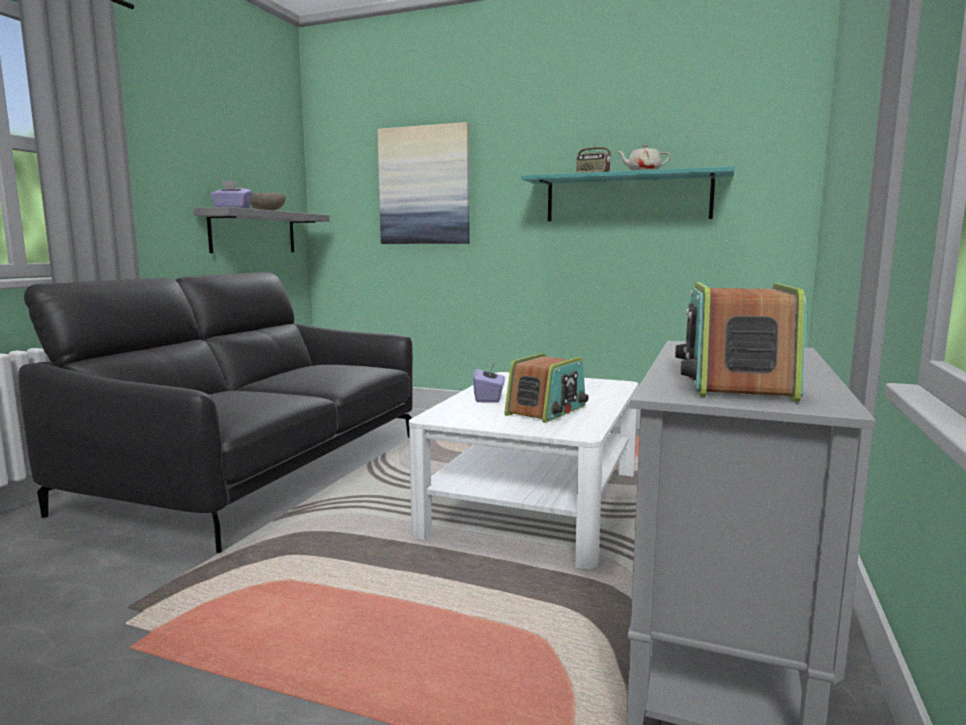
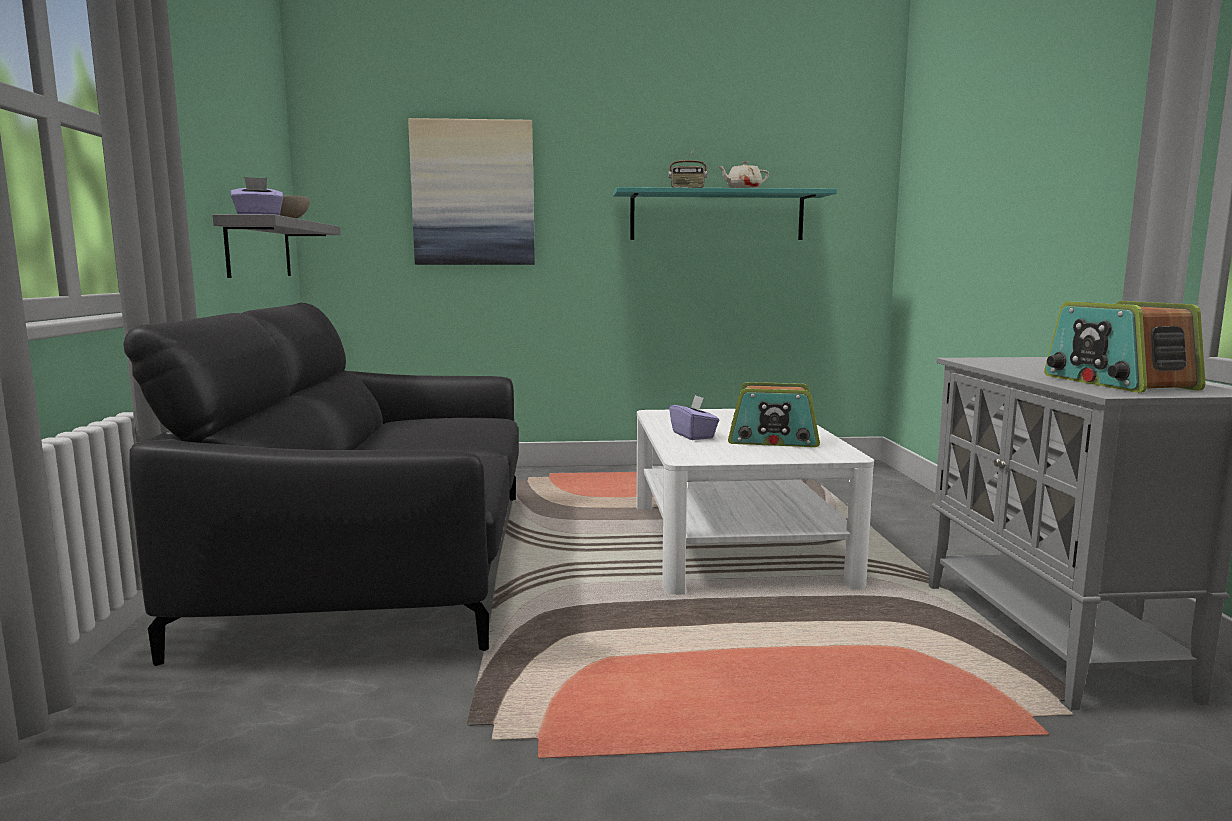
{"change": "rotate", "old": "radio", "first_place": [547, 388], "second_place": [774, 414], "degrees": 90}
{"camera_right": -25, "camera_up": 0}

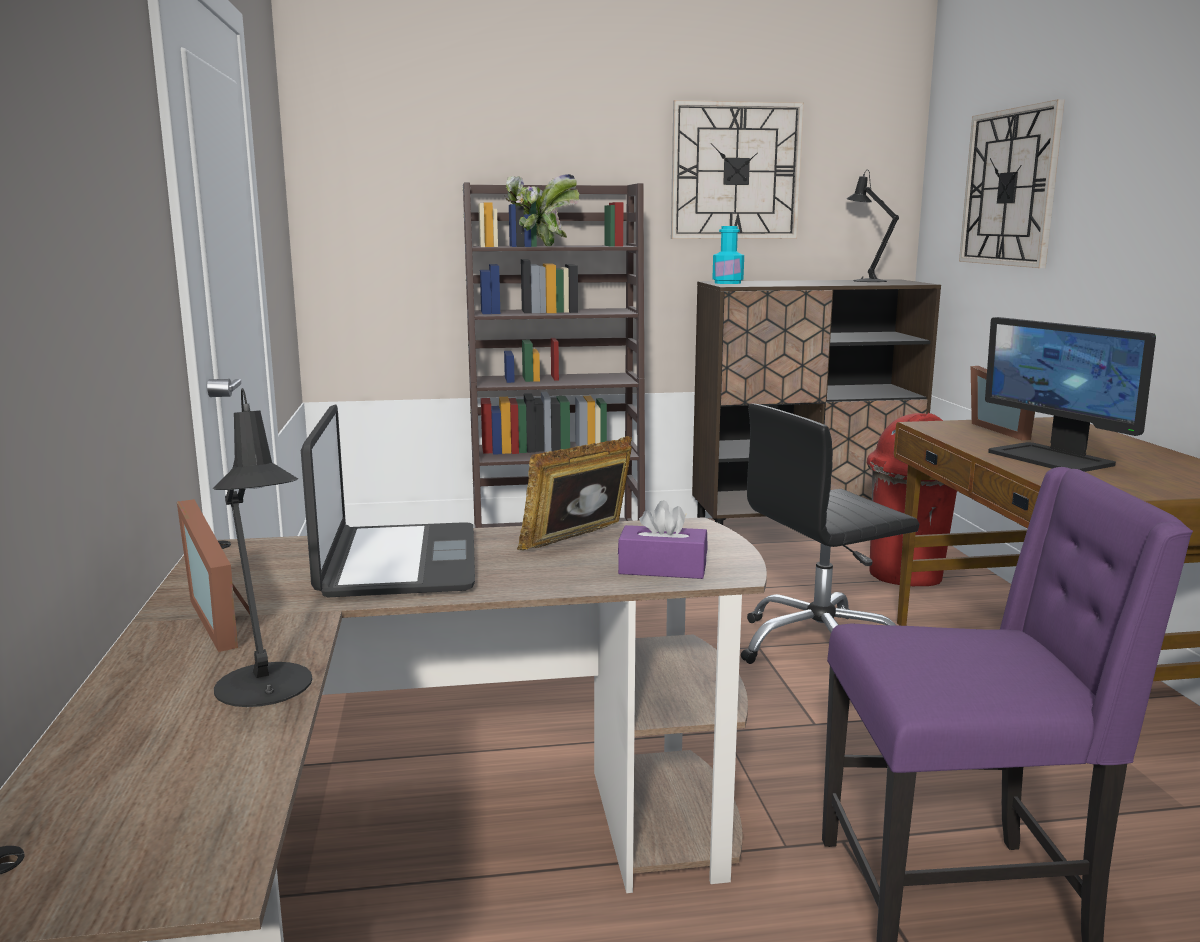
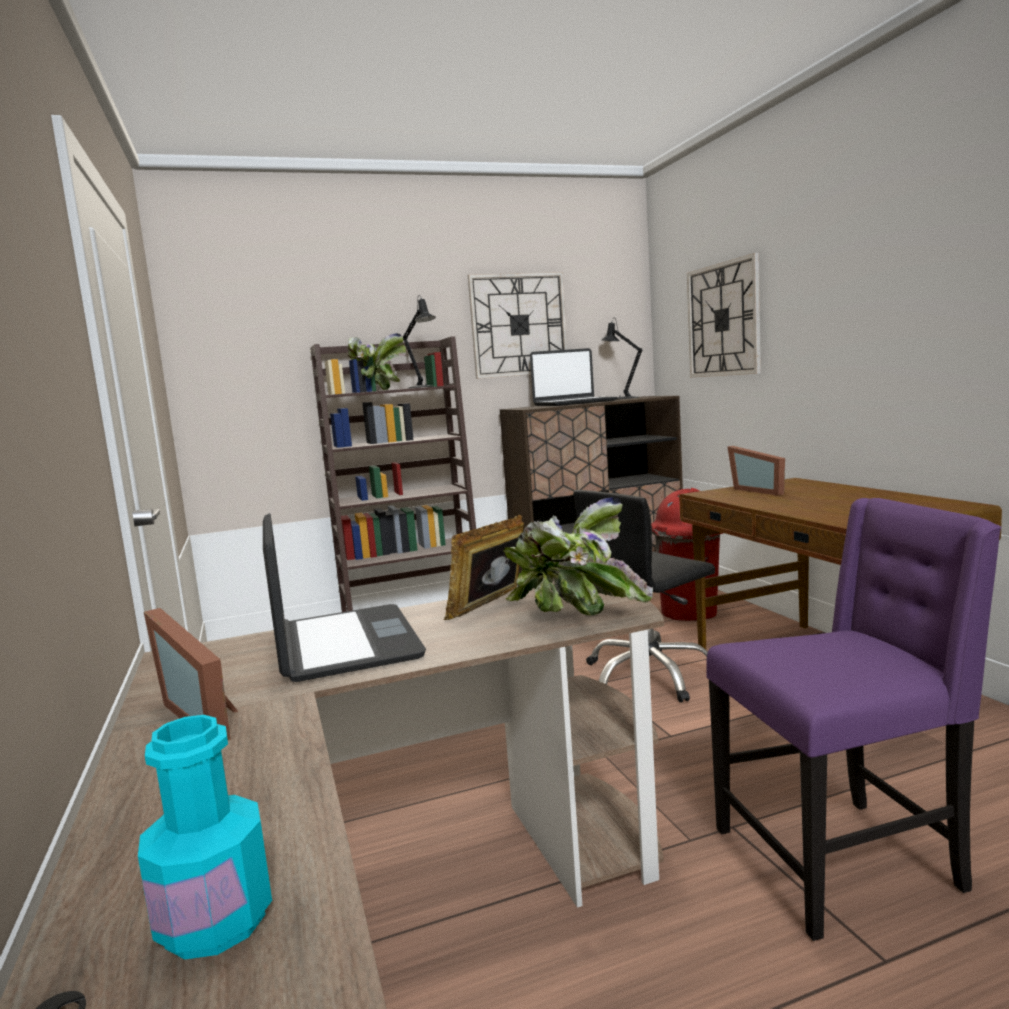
{"change": "move", "old": "bottle/turquoise", "first_place": [728, 255], "second_place": [205, 837]}
{"change": "move", "old": "table lamp/black", "first_place": [262, 547], "second_place": [419, 341]}
{"change": "replace", "old": "tissue box/purple", "new": "potted plant", "first_place": [663, 539], "second_place": [578, 556]}
{"change": "insert", "new": "laptop", "second_place": [574, 377]}
{"change": "delete", "old": "monitor", "first_place": [1070, 394]}
{"camera_right": -10, "camera_up": -5}

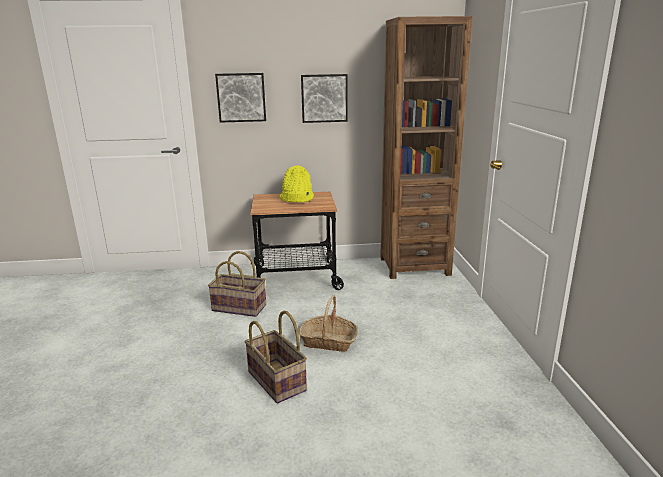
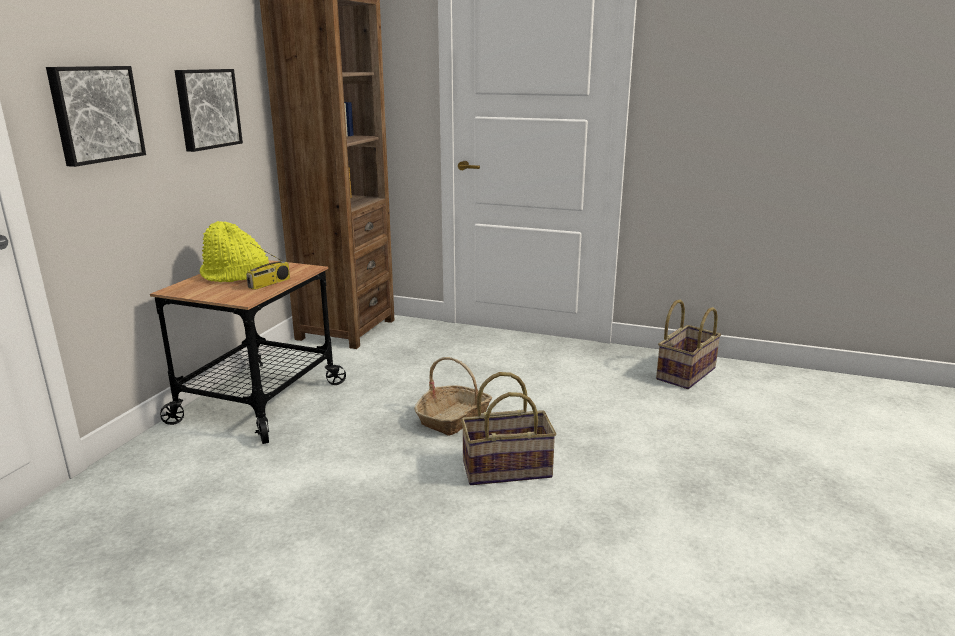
{"change": "insert", "new": "radio", "second_place": [268, 266]}
{"change": "move", "old": "basket", "first_place": [237, 284], "second_place": [688, 344]}
{"camera_right": -65, "camera_up": 0}

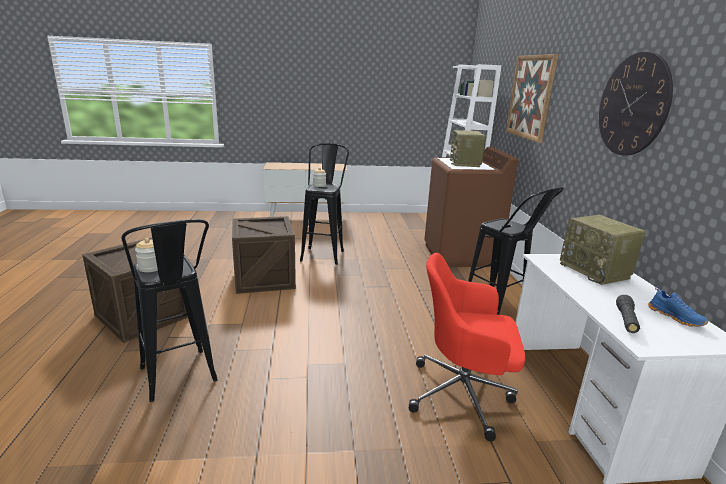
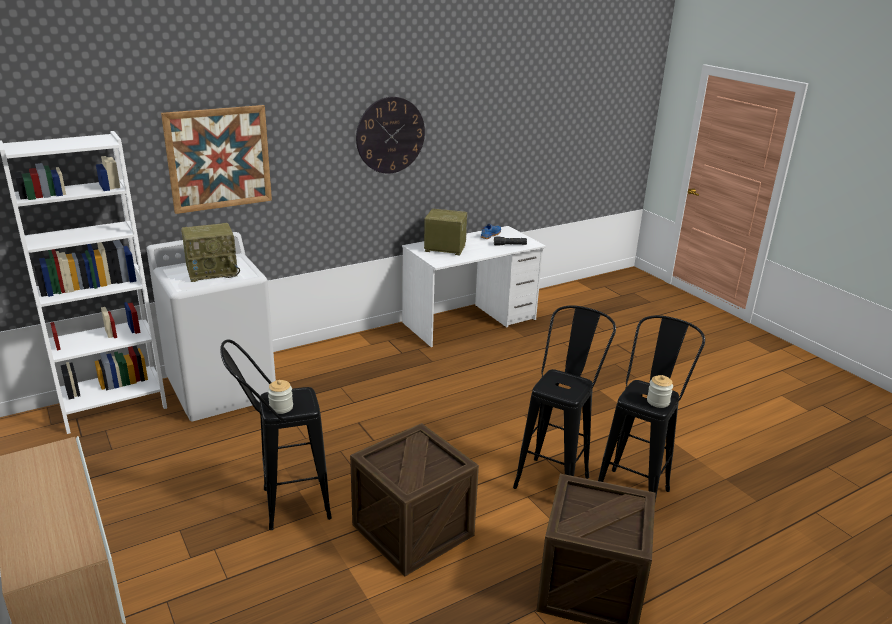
{"change": "recolor", "old": "washing machine/brown", "new": "washing machine/white", "first_place": [471, 207], "second_place": [211, 326]}
{"change": "rotate", "old": "radio", "first_place": [603, 250], "second_place": [445, 231], "degrees": -120}
{"change": "move", "old": "stool/black", "first_place": [516, 251], "second_place": [564, 397]}
{"change": "delete", "old": "office chair/red", "first_place": [467, 347]}
{"camera_right": -115, "camera_up": 5}

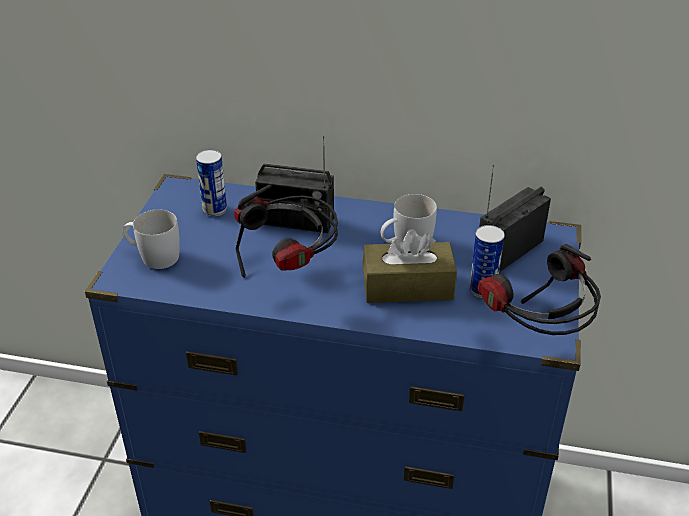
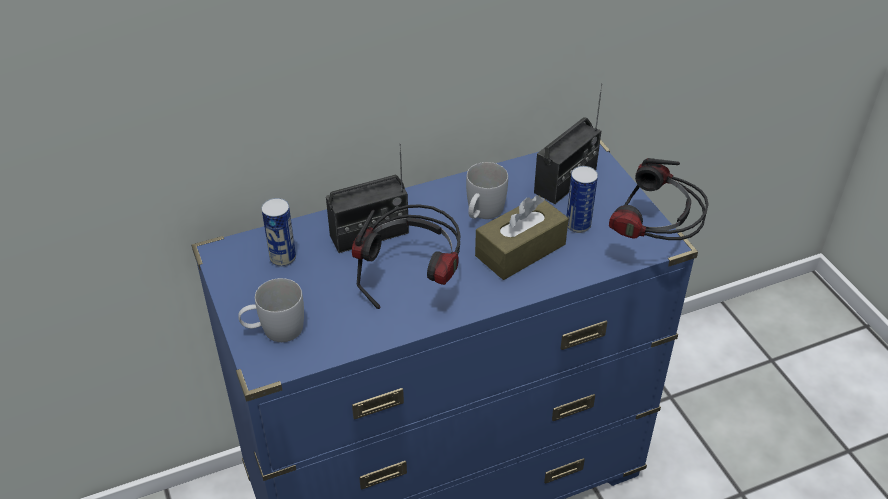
{"change": "rotate", "old": "radio", "first_place": [515, 218], "second_place": [568, 143], "degrees": -150}
{"camera_right": -35, "camera_up": 5}

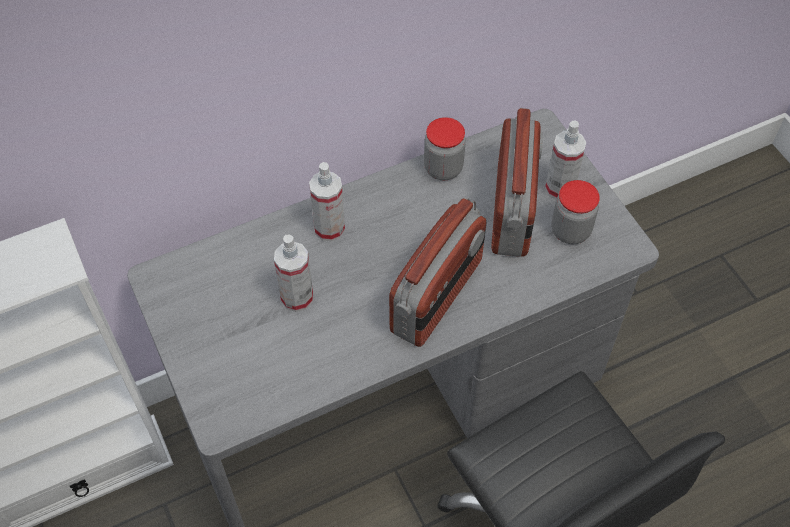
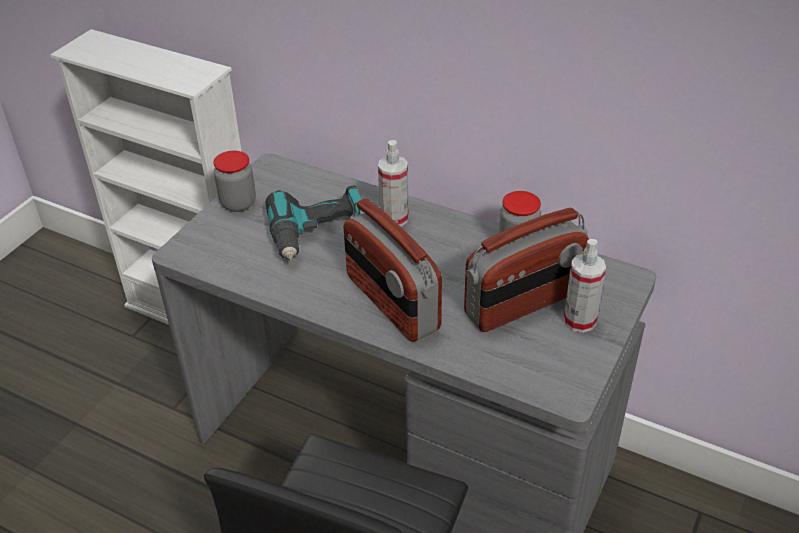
{"change": "move", "old": "jar", "first_place": [575, 212], "second_place": [234, 181]}
{"change": "replace", "old": "spray bottle", "new": "power drill", "first_place": [293, 273], "second_place": [313, 223]}
{"change": "rotate", "old": "radio", "first_place": [438, 272], "second_place": [392, 270], "degrees": 60}
{"camera_right": 55, "camera_up": -15}

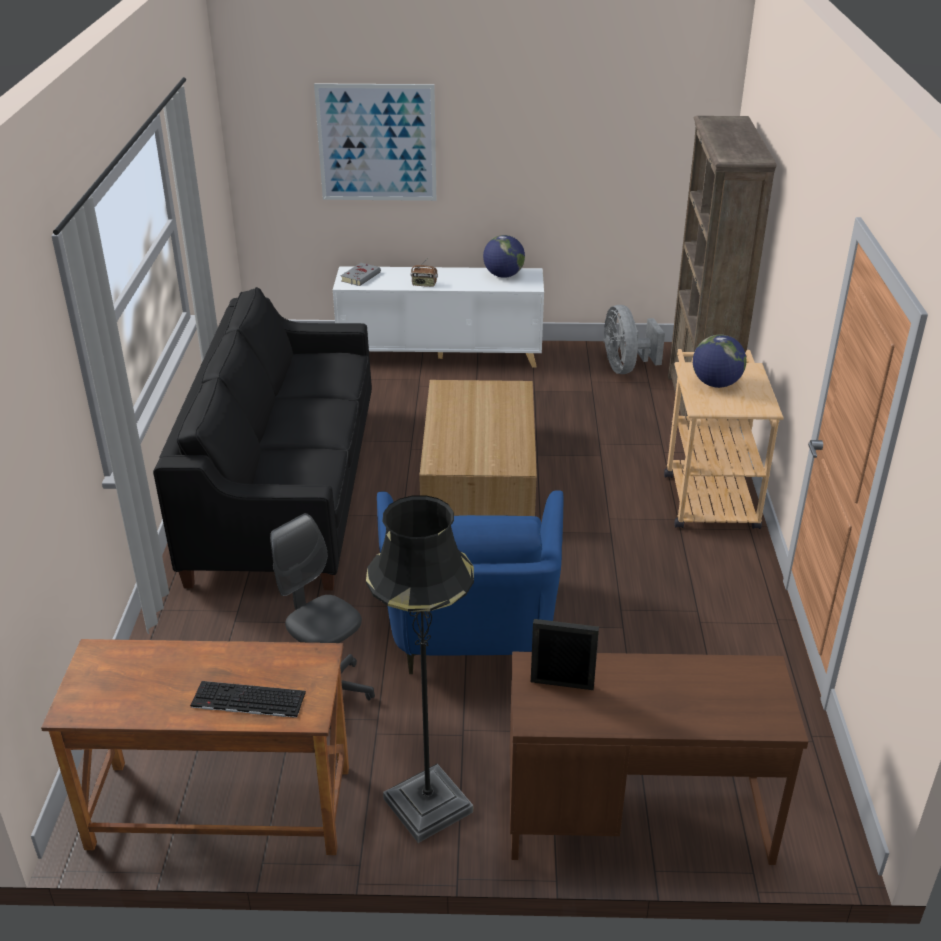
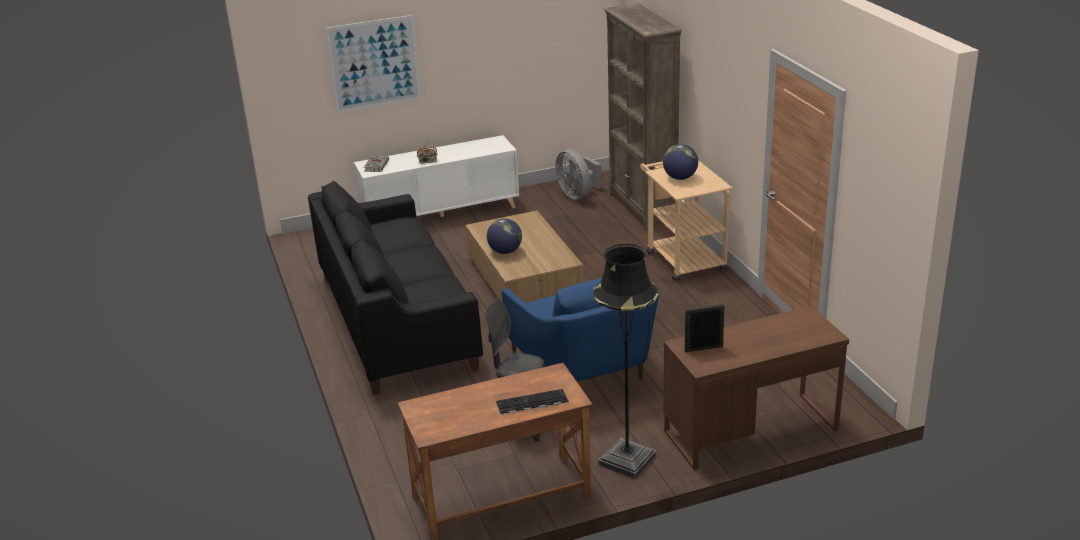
{"change": "move", "old": "globe", "first_place": [504, 256], "second_place": [504, 236]}
{"camera_right": -20, "camera_up": -5}

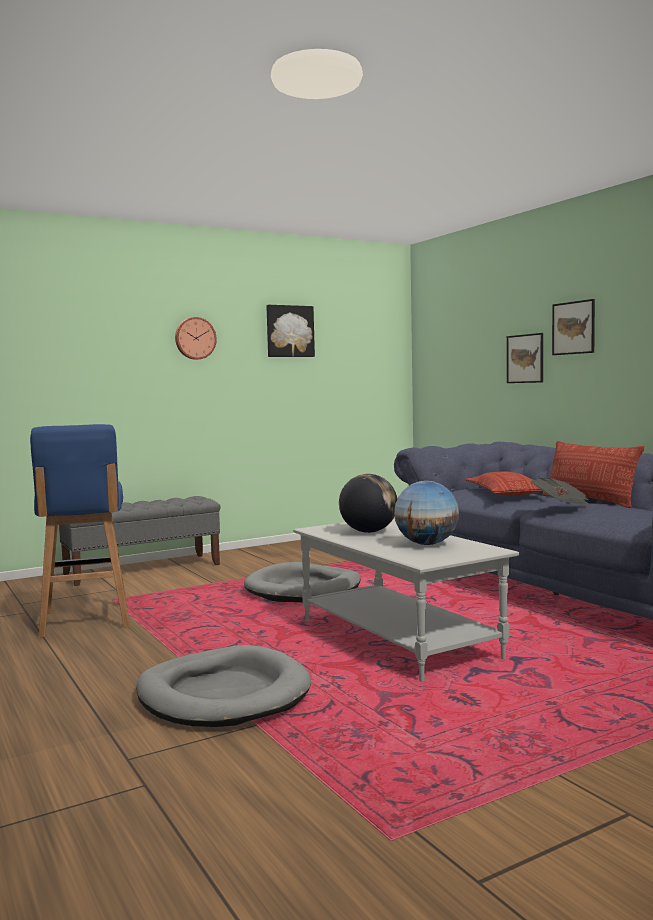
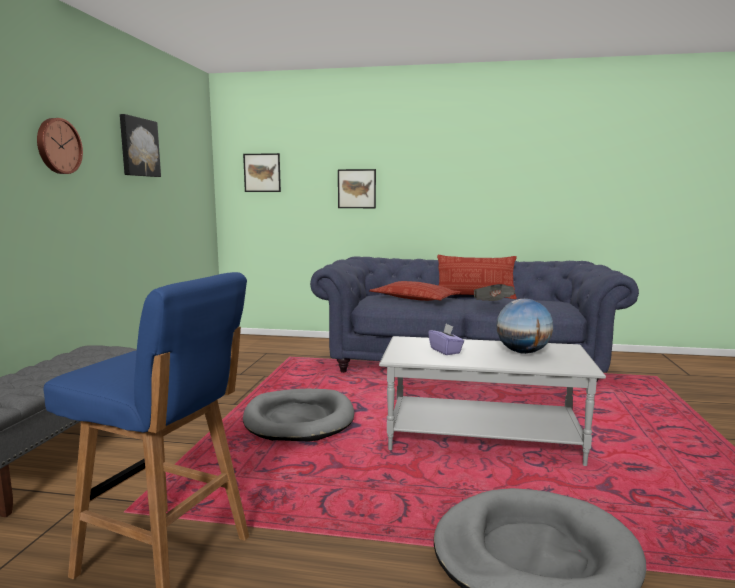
{"change": "move", "old": "picture", "first_place": [573, 327], "second_place": [262, 172]}
{"change": "replace", "old": "globe", "new": "tissue box/purple", "first_place": [368, 503], "second_place": [446, 339]}
{"camera_right": -50, "camera_up": 5}

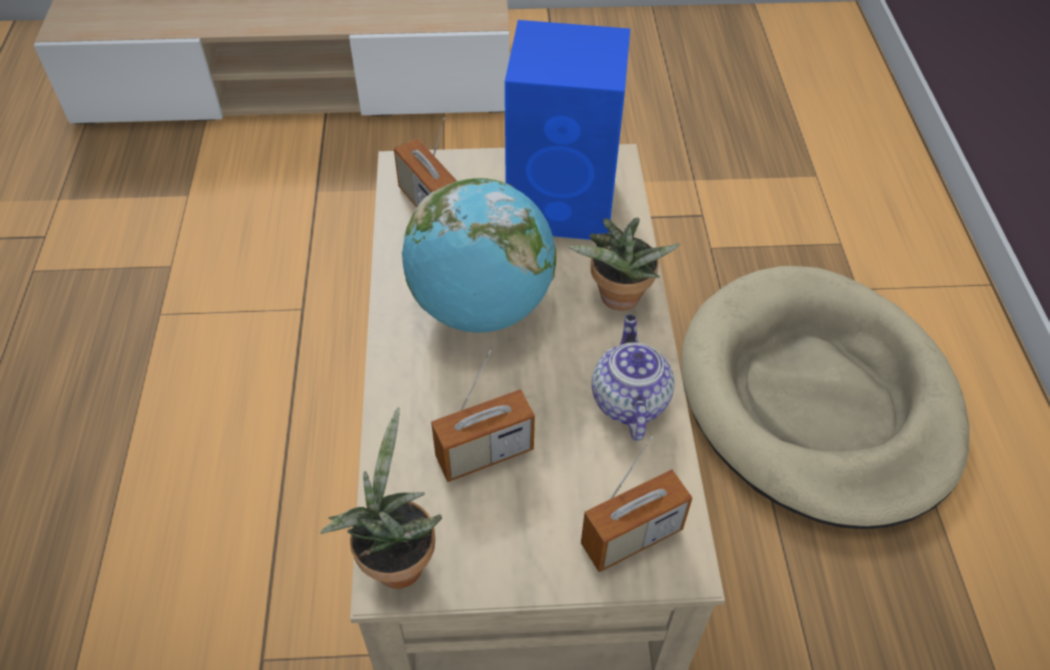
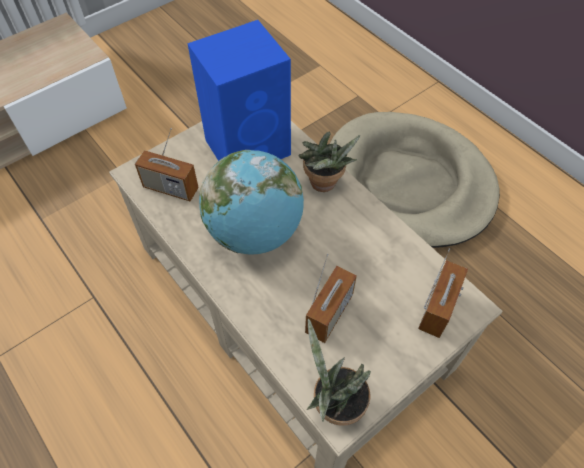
{"change": "delete", "old": "teapot", "first_place": [633, 378]}
{"camera_right": -35, "camera_up": 5}

